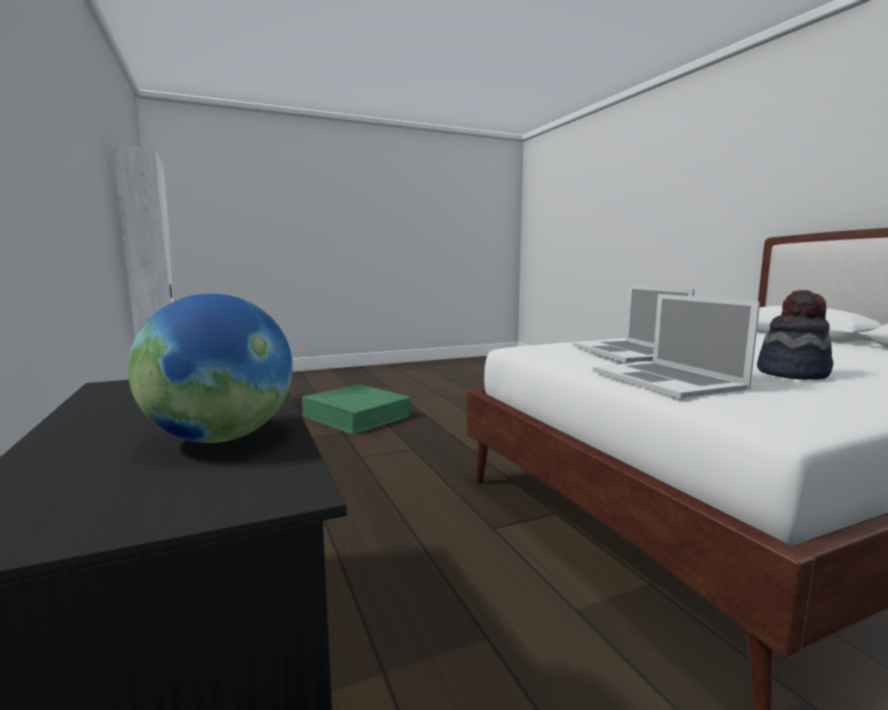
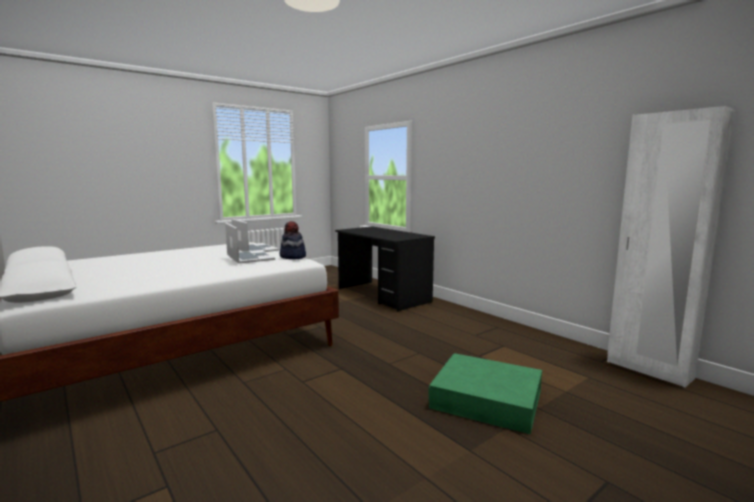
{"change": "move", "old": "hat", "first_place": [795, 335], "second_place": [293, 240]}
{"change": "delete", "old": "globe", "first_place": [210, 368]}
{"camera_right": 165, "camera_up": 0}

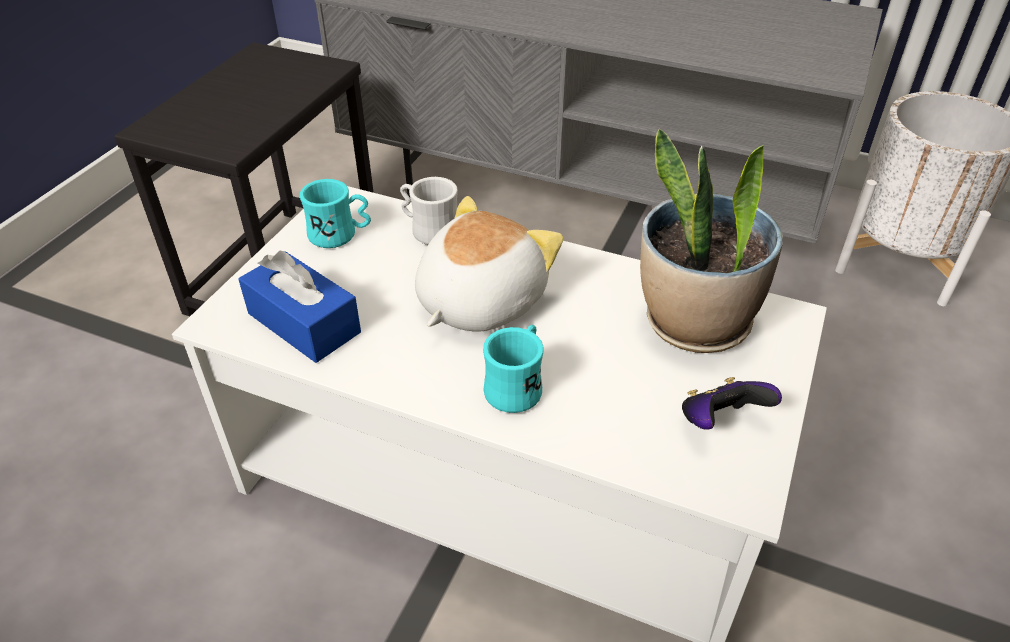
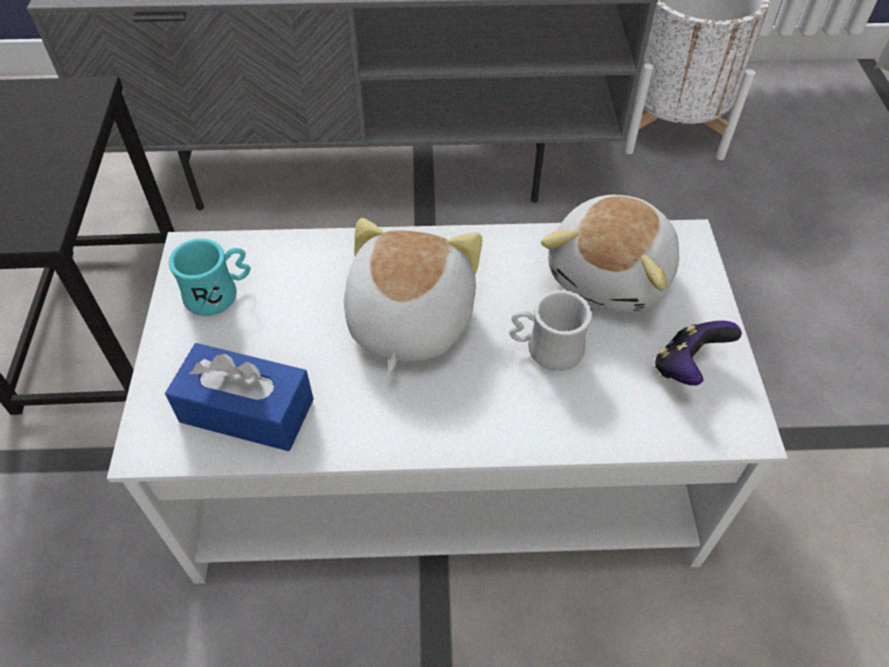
{"change": "move", "old": "mug/white", "first_place": [429, 211], "second_place": [550, 330]}
{"change": "replace", "old": "potted plant", "new": "plush toy", "first_place": [711, 240], "second_place": [610, 253]}
{"change": "delete", "old": "mug/turquoise", "first_place": [513, 369]}
{"camera_right": -25, "camera_up": 10}

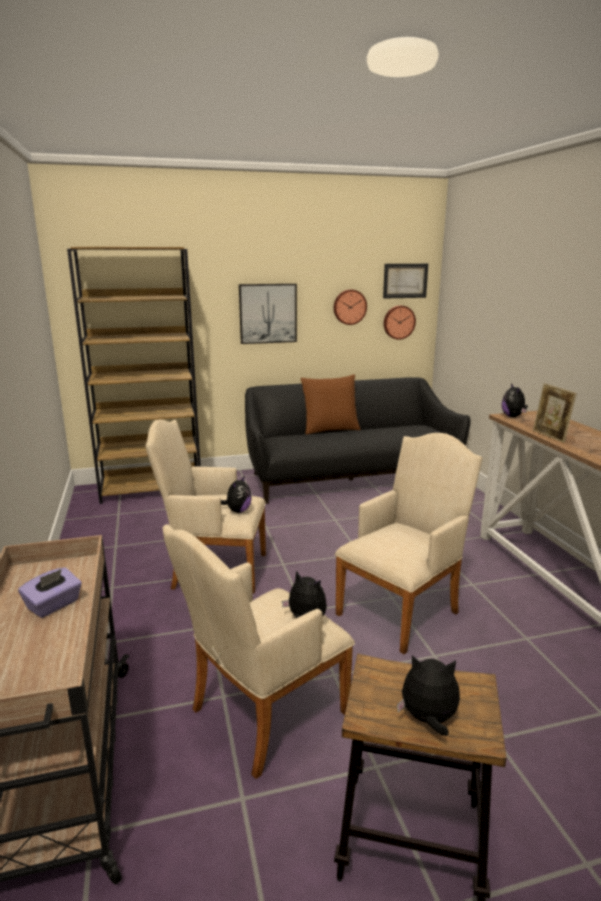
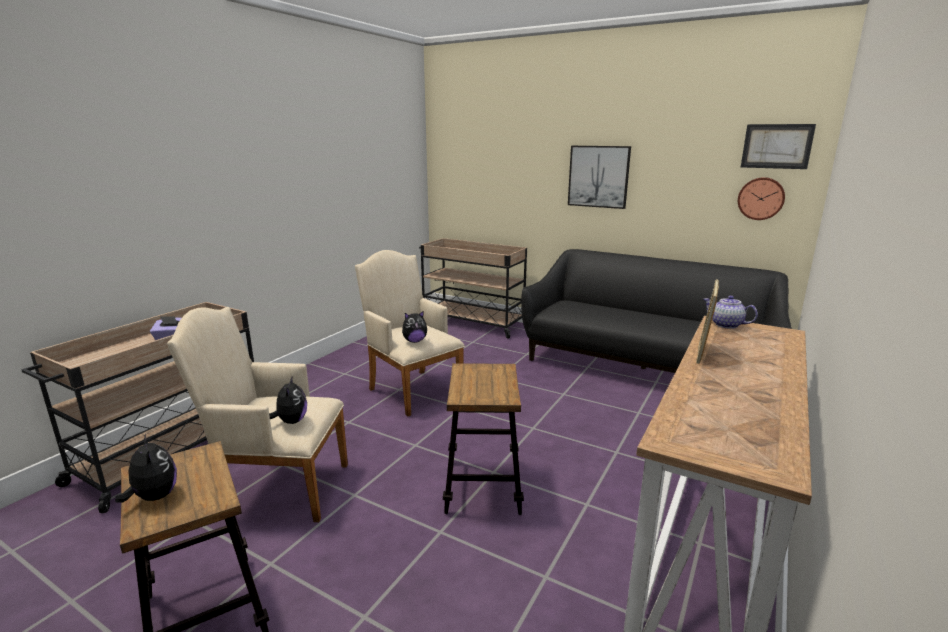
{"change": "replace", "old": "bookcase/brown", "new": "cart/beige", "first_place": [134, 375], "second_place": [473, 288]}
{"change": "replace", "old": "armchair/beige", "new": "stool", "first_place": [409, 543], "second_place": [483, 439]}
{"change": "replace", "old": "plush toy", "new": "teapot", "first_place": [515, 400], "second_place": [730, 312]}
{"change": "delete", "old": "pillow/brown", "first_place": [331, 404]}
{"change": "delete", "old": "wall clock", "first_place": [350, 307]}
{"camera_right": 45, "camera_up": 0}

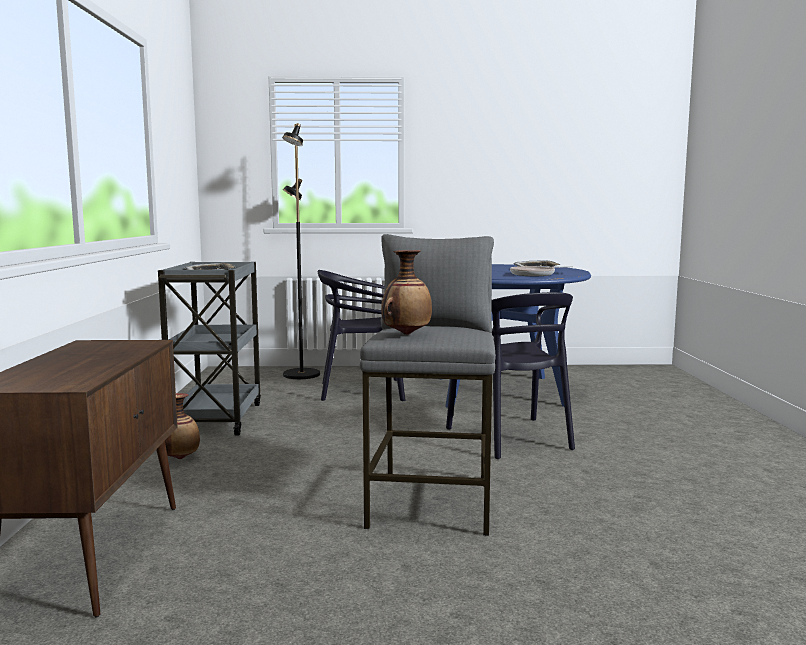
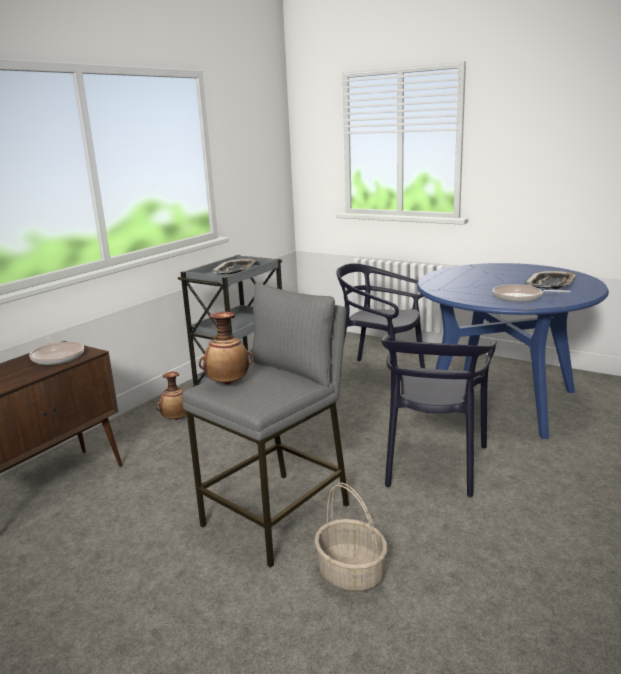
{"change": "insert", "new": "frying pan", "second_place": [56, 350]}
{"change": "insert", "new": "basket", "second_place": [351, 537]}
{"change": "delete", "old": "floor lamp/black", "first_place": [301, 251]}
{"camera_right": 35, "camera_up": 10}

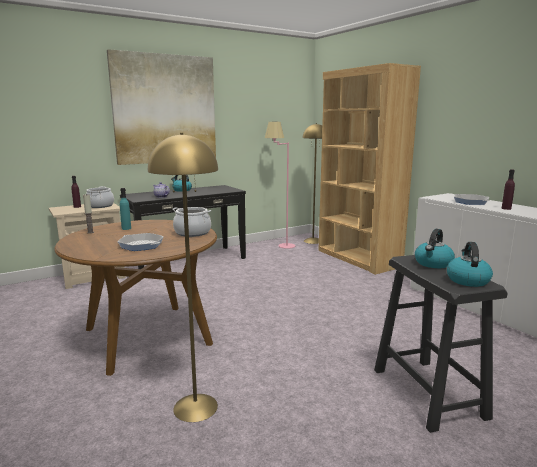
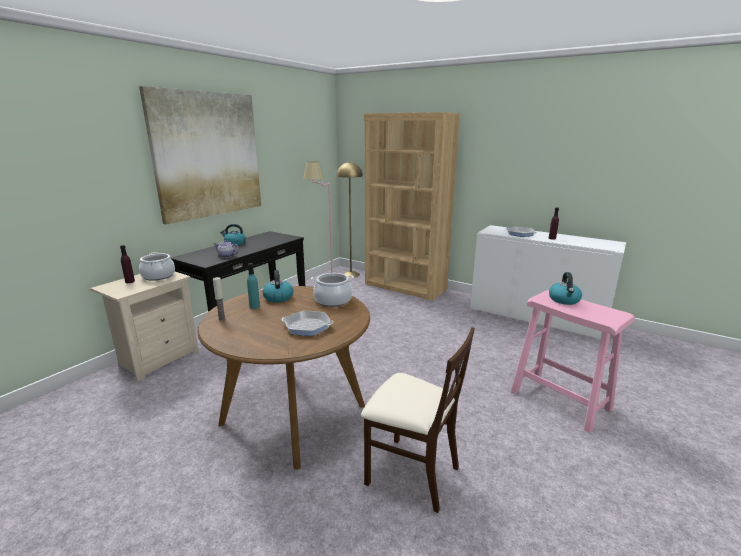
{"change": "move", "old": "kettle", "first_place": [470, 264], "second_place": [278, 286]}
{"change": "replace", "old": "floor lamp/yellow", "new": "chair/beige", "first_place": [183, 277], "second_place": [418, 420]}
{"change": "recolor", "old": "stool/black", "new": "stool/pink", "first_place": [441, 344], "second_place": [573, 361]}
{"camera_right": -25, "camera_up": 5}

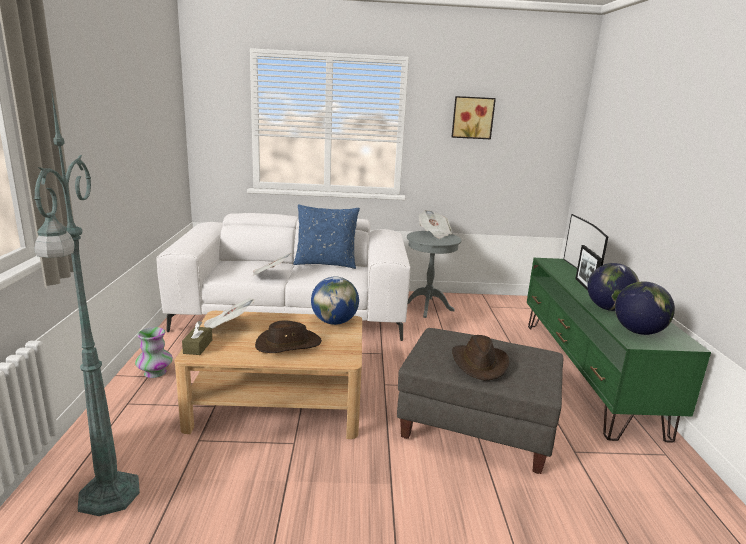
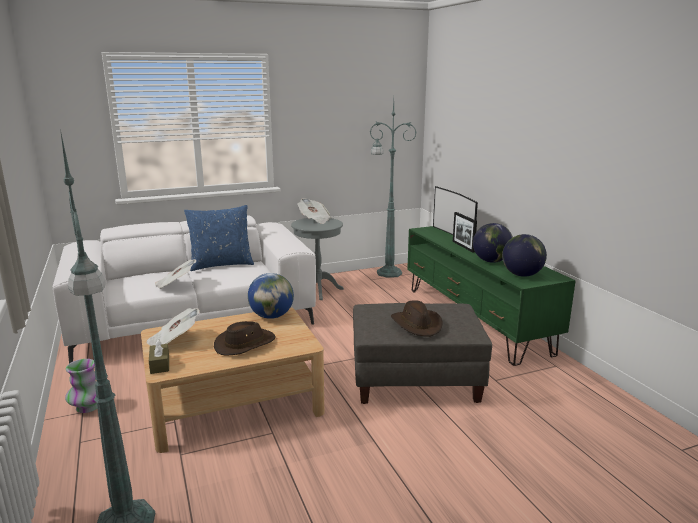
{"change": "insert", "new": "floor lamp/green", "second_place": [393, 189]}
{"change": "delete", "old": "picture", "first_place": [474, 118]}
{"camera_right": -20, "camera_up": 0}

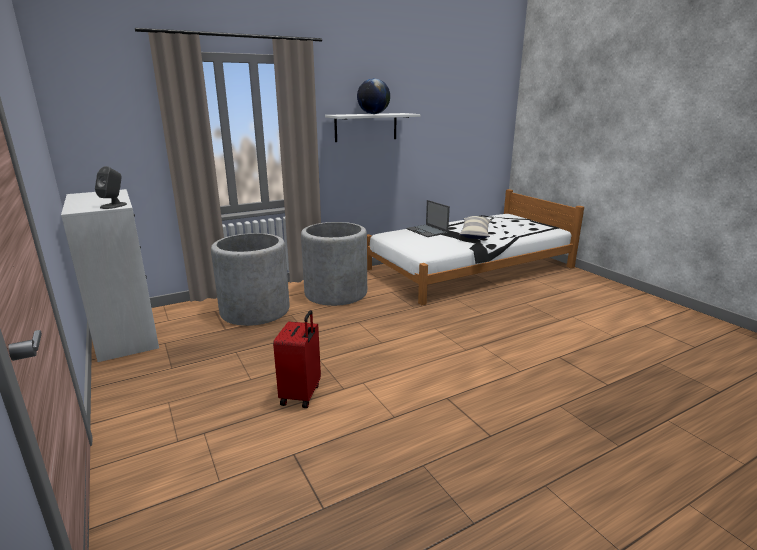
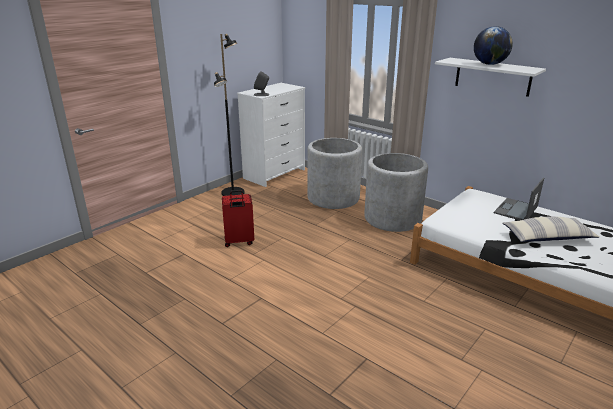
{"change": "insert", "new": "floor lamp/black", "second_place": [229, 115]}
{"camera_right": 70, "camera_up": 5}

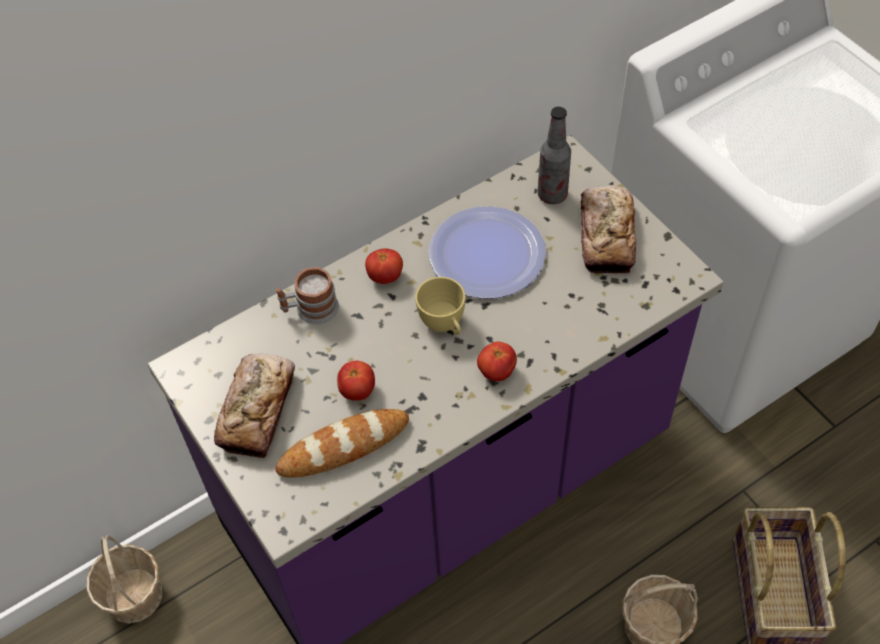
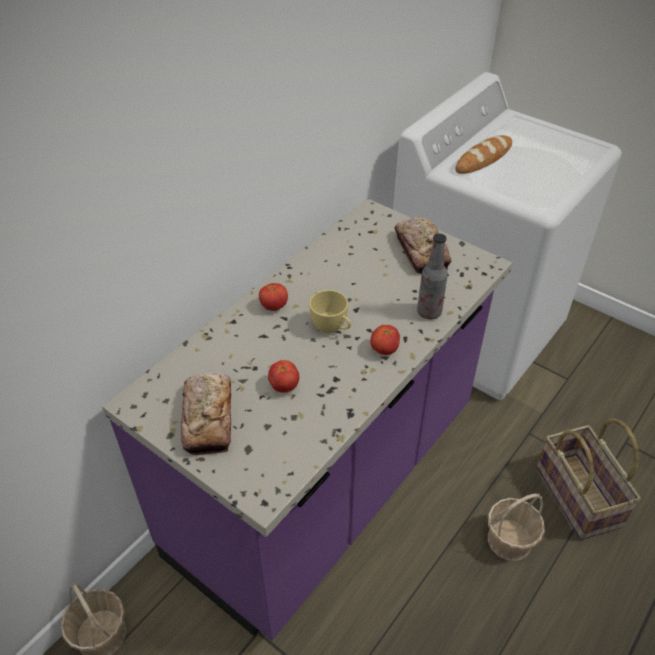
{"change": "move", "old": "bottle", "first_place": [554, 155], "second_place": [432, 276]}
{"change": "move", "old": "bread", "first_place": [342, 443], "second_place": [483, 154]}
{"change": "delete", "old": "mug", "first_place": [307, 296]}
{"change": "delete", "old": "plate", "first_place": [487, 252]}
{"camera_right": -20, "camera_up": -10}

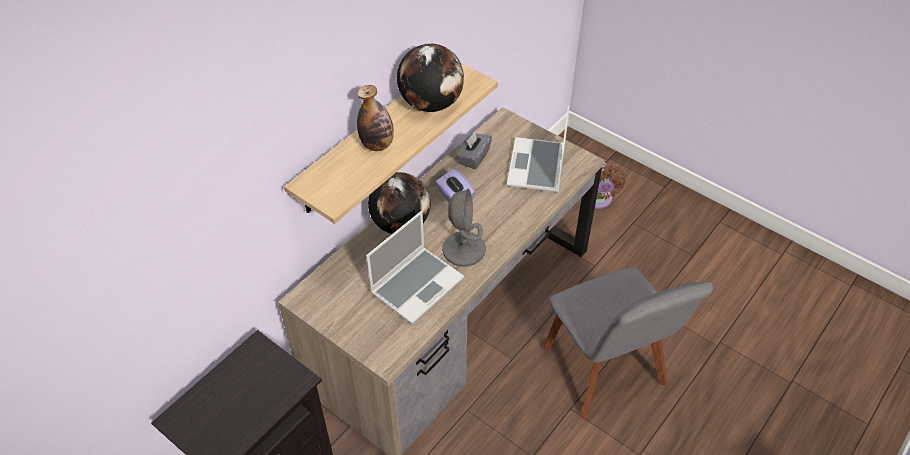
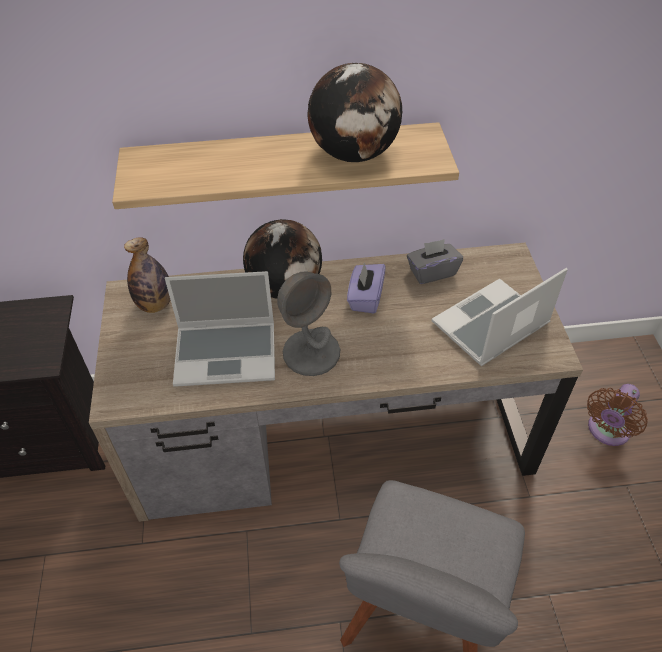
{"change": "move", "old": "bottle", "first_place": [375, 118], "second_place": [147, 275]}
{"camera_right": 45, "camera_up": 0}

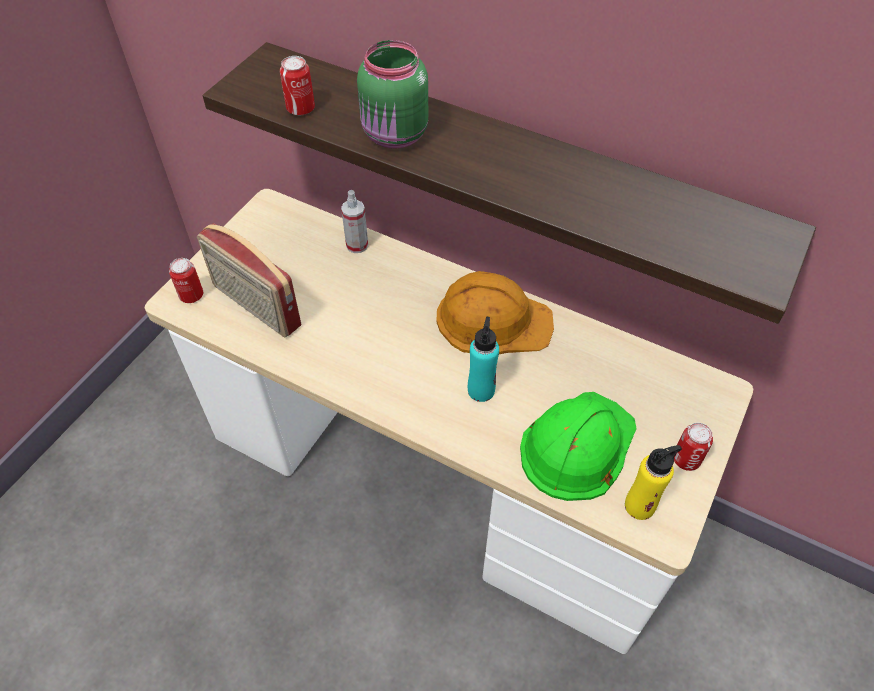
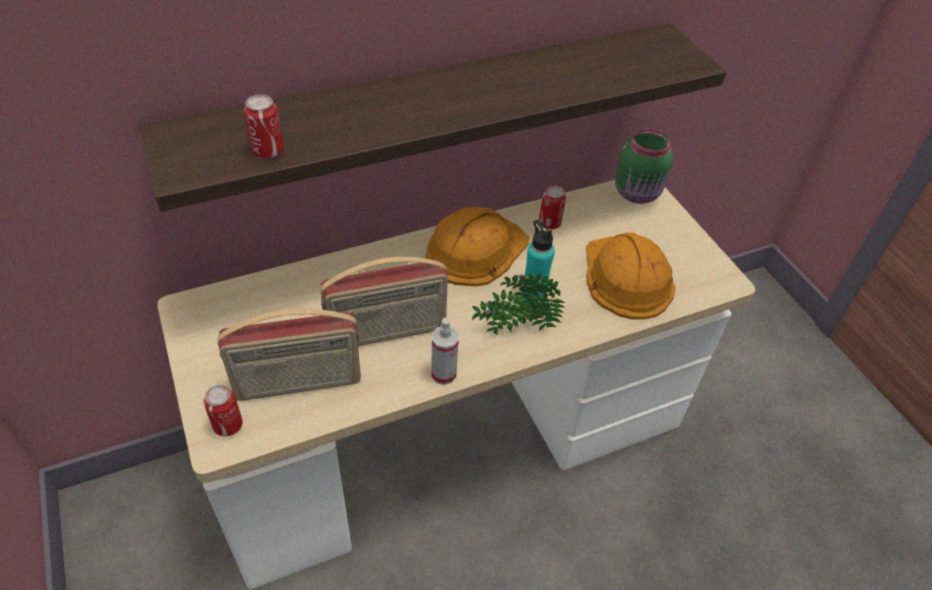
{"change": "insert", "new": "radio", "second_place": [384, 301]}
{"change": "move", "old": "spray bottle", "first_place": [354, 221], "second_place": [445, 351]}
{"change": "insert", "new": "potted plant", "second_place": [518, 304]}
{"change": "move", "old": "can", "first_place": [693, 447], "second_place": [552, 207]}
{"change": "recolor", "old": "hard hat/green", "new": "hard hat/orange", "first_place": [578, 446], "second_place": [631, 276]}
{"change": "move", "old": "jar/green", "first_place": [392, 94], "second_place": [644, 166]}
{"change": "delete", "old": "bottle/yellow", "first_place": [653, 482]}
{"camera_right": -55, "camera_up": -5}

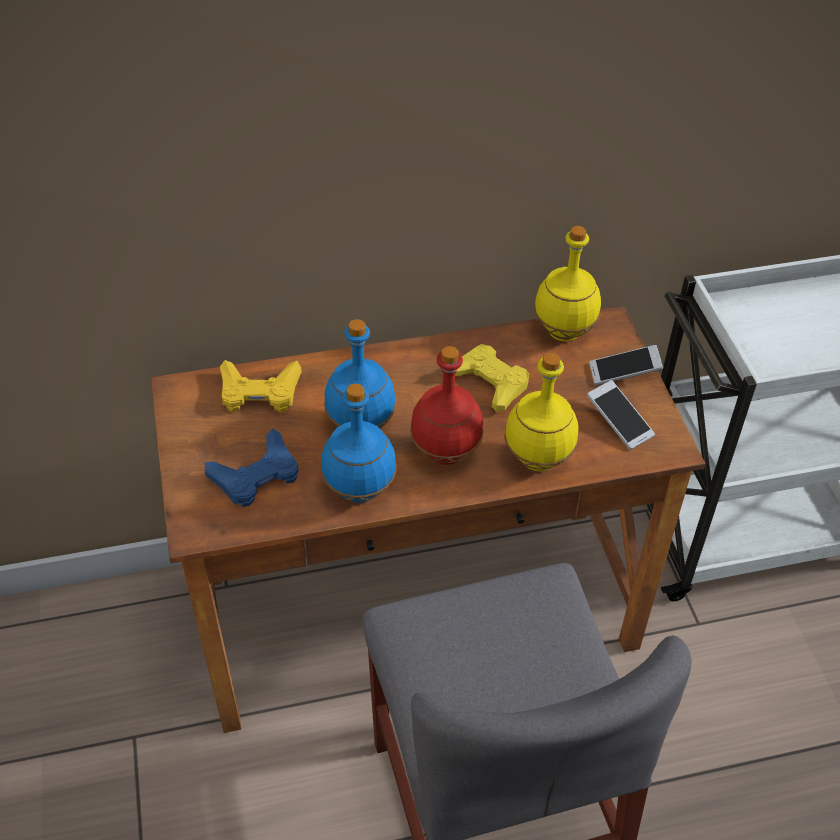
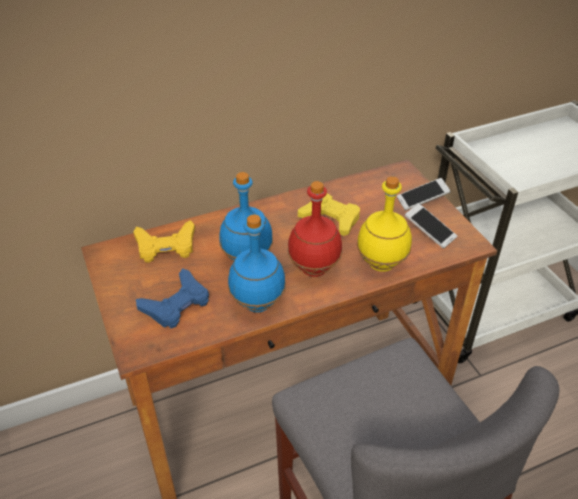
{"change": "delete", "old": "bottle/yellow", "first_place": [567, 283]}
{"camera_right": -10, "camera_up": -5}

